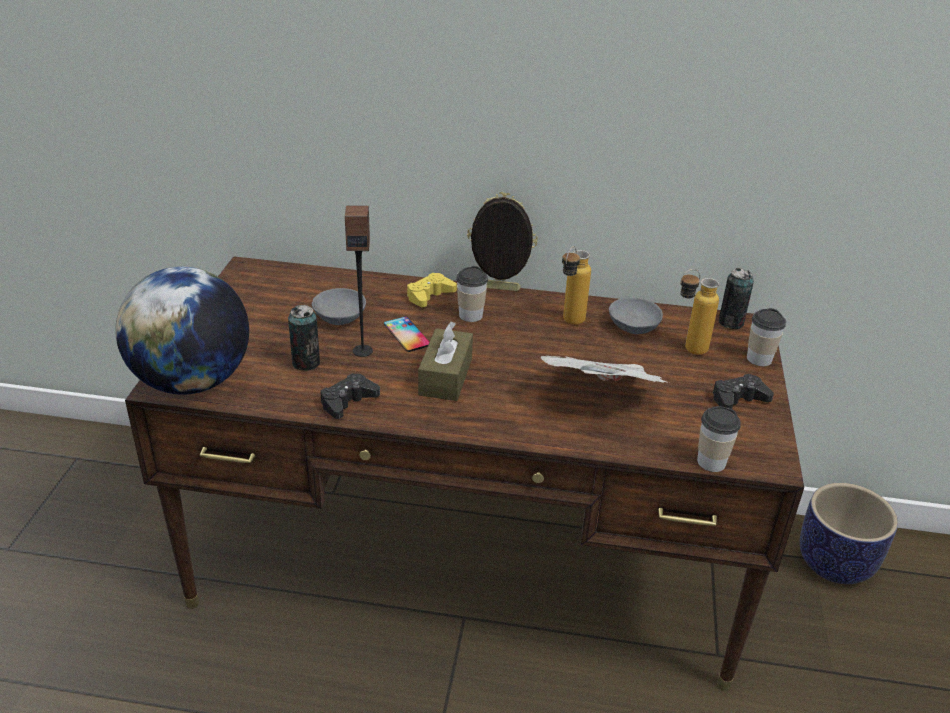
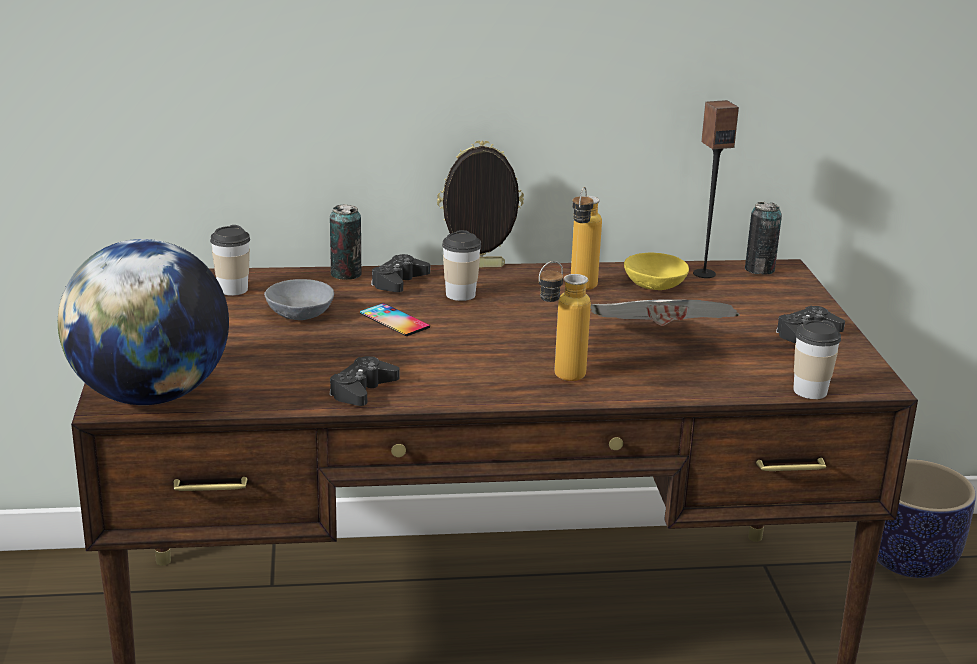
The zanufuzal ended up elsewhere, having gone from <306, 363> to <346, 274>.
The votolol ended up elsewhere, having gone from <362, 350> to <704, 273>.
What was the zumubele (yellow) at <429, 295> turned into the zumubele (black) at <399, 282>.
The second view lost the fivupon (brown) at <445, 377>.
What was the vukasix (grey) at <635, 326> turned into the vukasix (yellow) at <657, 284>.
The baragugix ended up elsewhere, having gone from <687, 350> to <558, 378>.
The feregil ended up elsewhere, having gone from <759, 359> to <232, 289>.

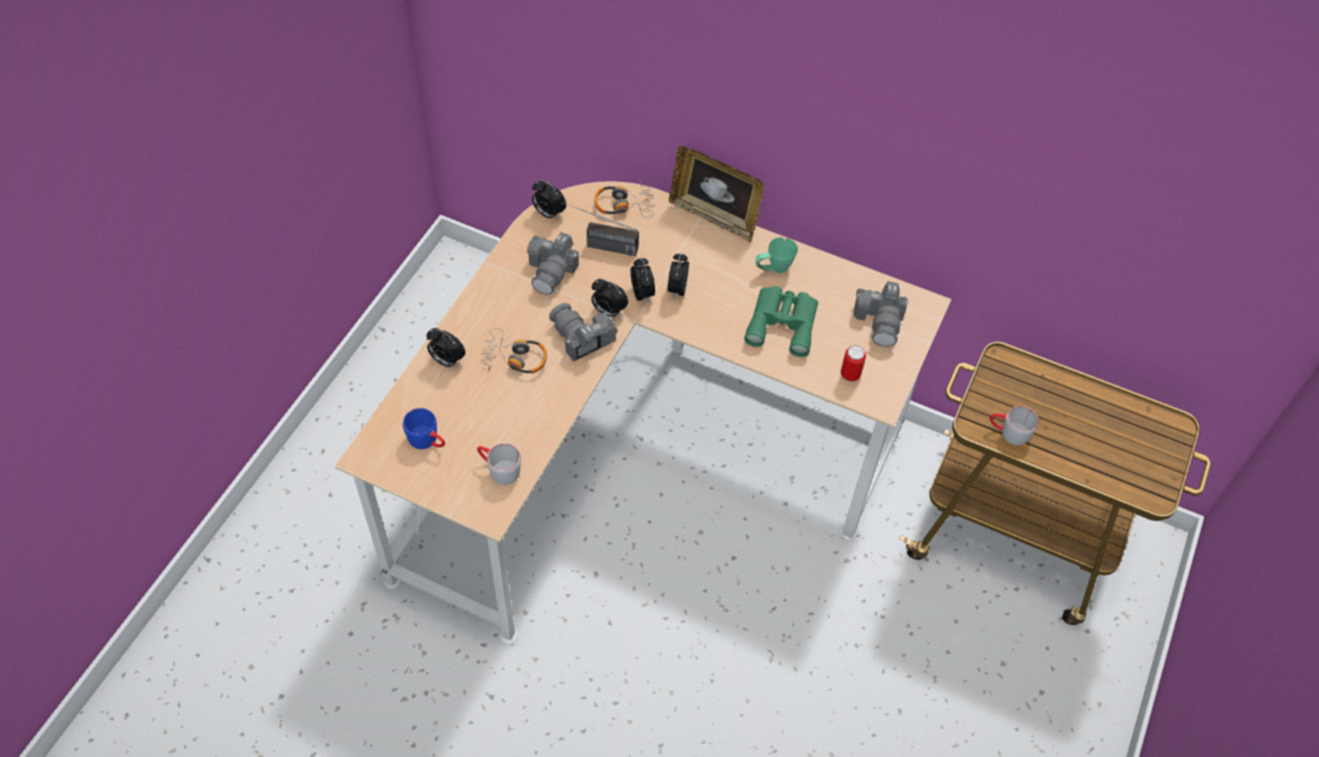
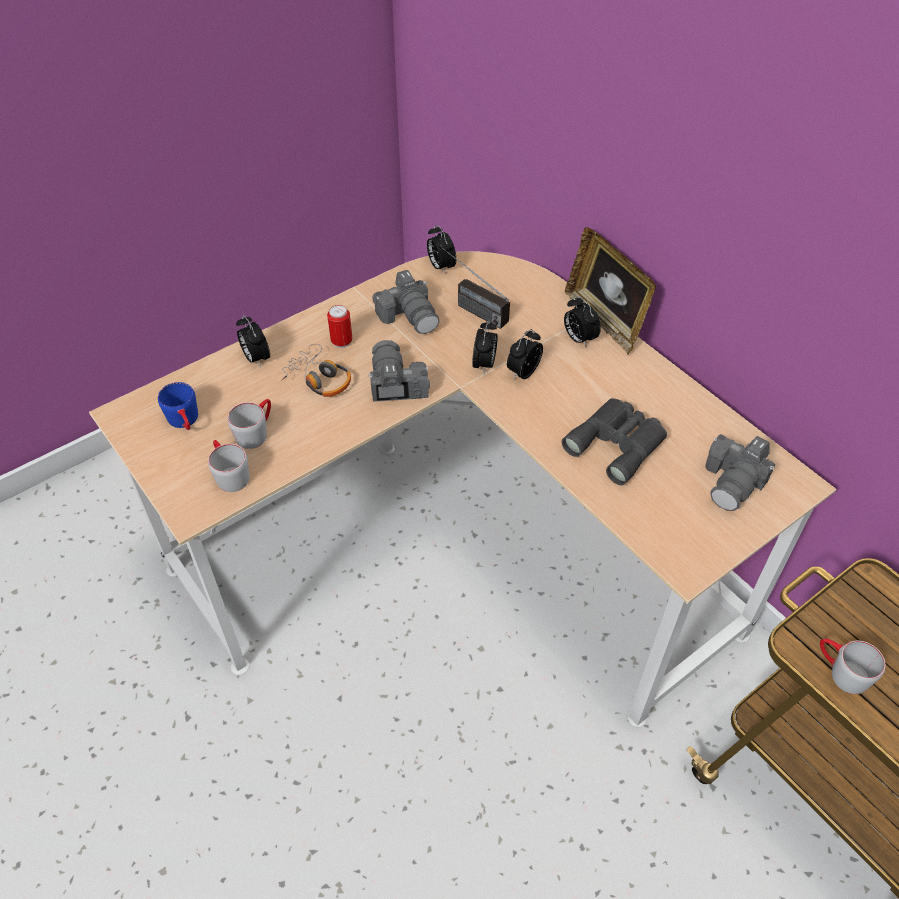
The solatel at <552, 271> ended up facing another way, 75 degrees counterclockwise from before.
The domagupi ended up elsewhere, having gone from <608, 311> to <578, 339>.
The second view lost the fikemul at <624, 205>.
What was the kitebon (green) at <783, 323> turned into the kitebon (grey) at <618, 443>.
The second view lost the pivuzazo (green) at <773, 269>.
The zanufuzal ended up elsewhere, having gone from <850, 375> to <341, 342>.
The second view gained the pivuzazo (grey) at <256, 432>.

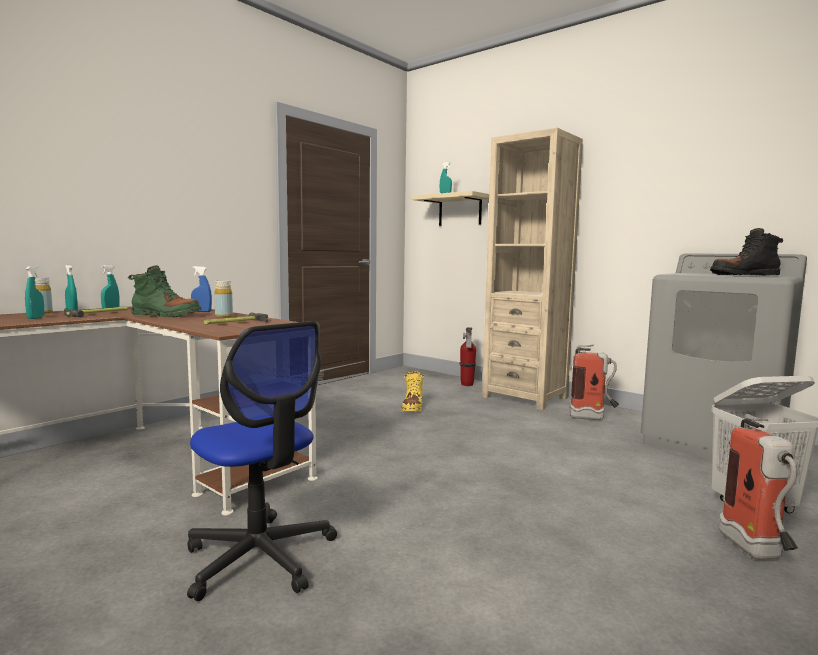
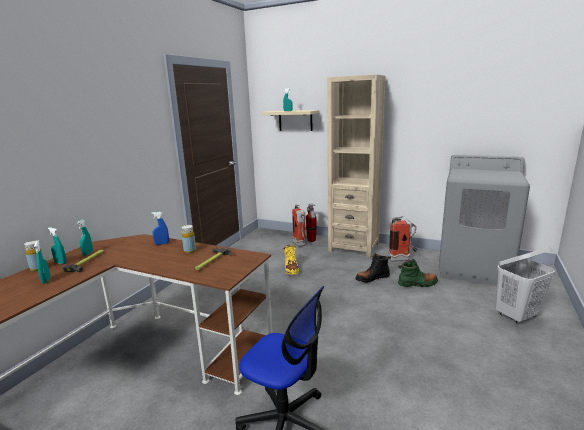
The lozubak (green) ended up elsewhere, having gone from <165, 315> to <417, 283>.
The lozubak (black) ended up elsewhere, having gone from <744, 276> to <372, 278>.
The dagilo ended up elsewhere, having gone from <757, 553> to <300, 245>.

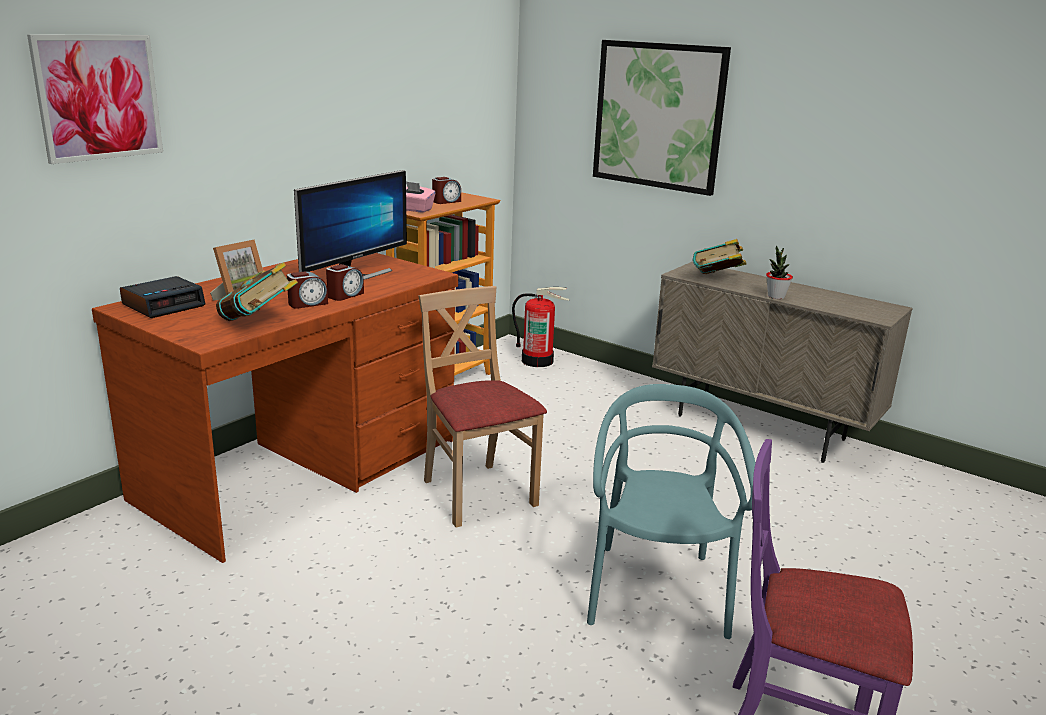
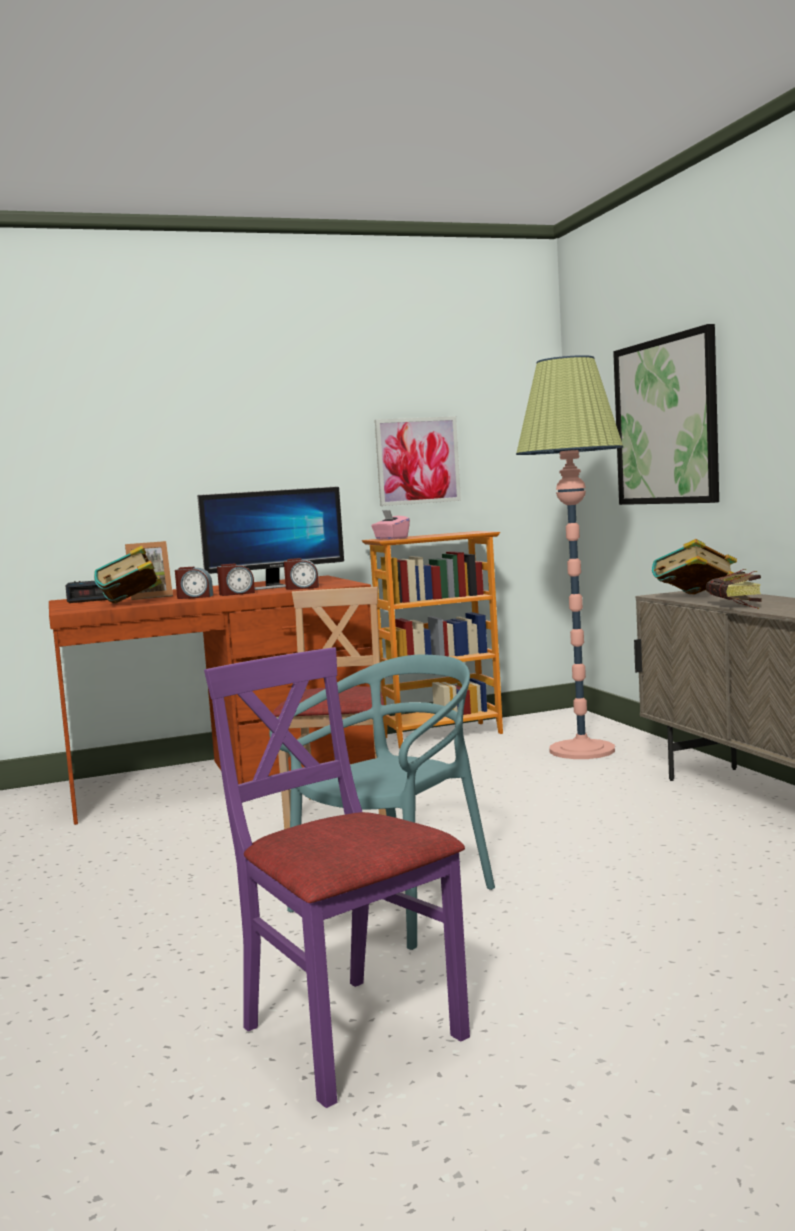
The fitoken ended up elsewhere, having gone from <98, 97> to <417, 461>.
The domagupi ended up elsewhere, having gone from <446, 201> to <302, 588>.
The second view lost the dagilo at <537, 361>.
Where the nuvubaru stood at <776, 296>, the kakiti came to stand at <736, 606>.
The second view gained the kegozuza at <582, 750>.

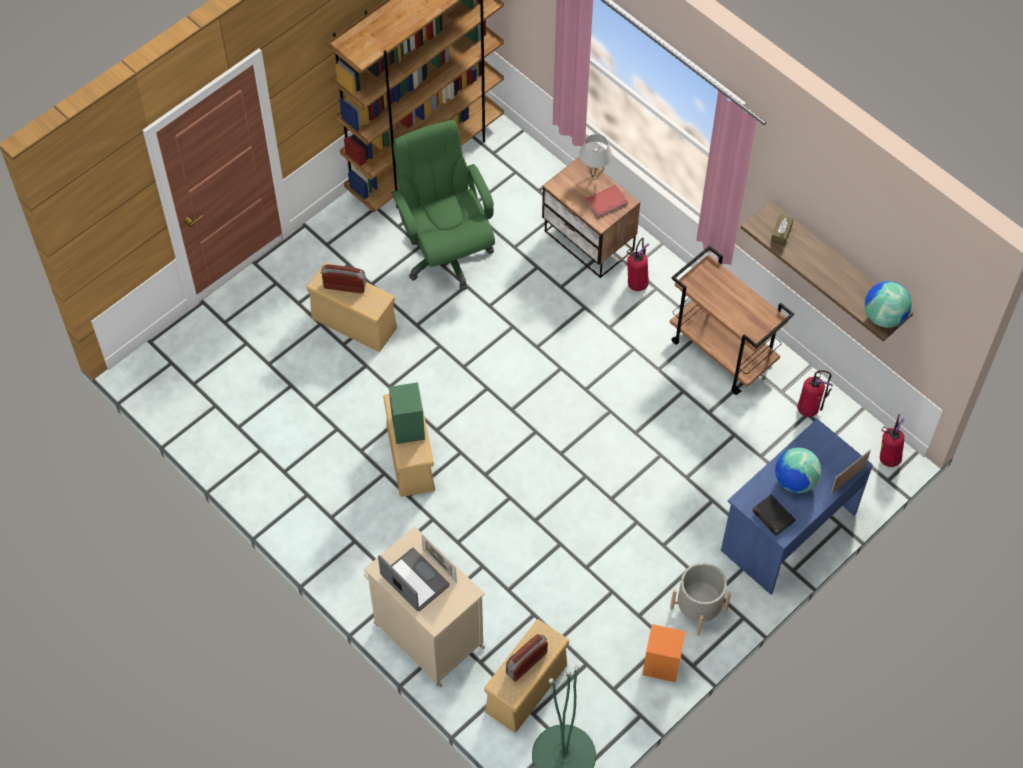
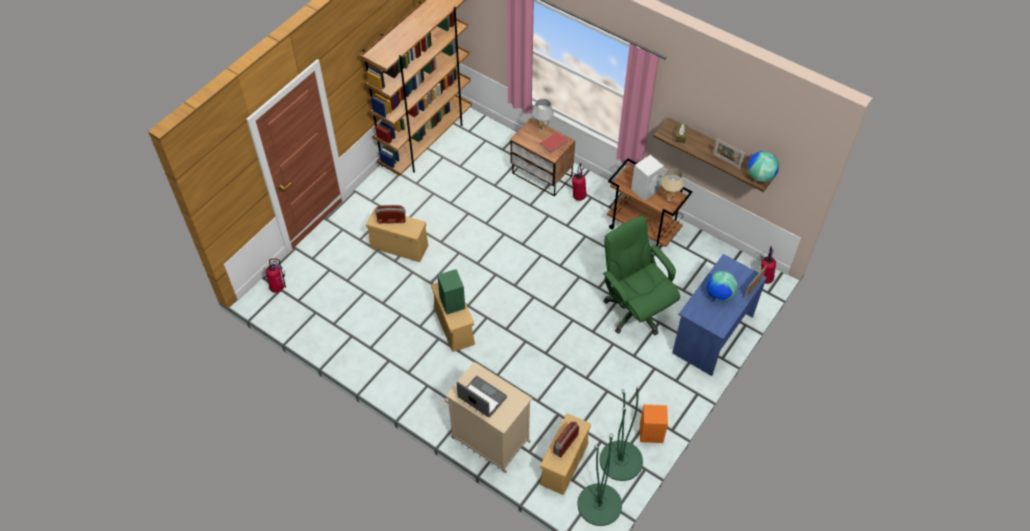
The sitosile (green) ended up elsewhere, having gone from <446, 253> to <635, 310>.
The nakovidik ended up elsewhere, having gone from <439, 566> to <726, 161>.
The second view lost the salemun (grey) at <698, 609>.
The second view lost the kakiti (black) at <772, 516>.
The dagilo ended up elsewhere, having gone from <809, 409> to <278, 287>.
The second view gained the kegozuza (green) at <621, 460>.
The second view gained the votolol (white) at <645, 189>.
The second view gained the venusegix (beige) at <669, 199>.

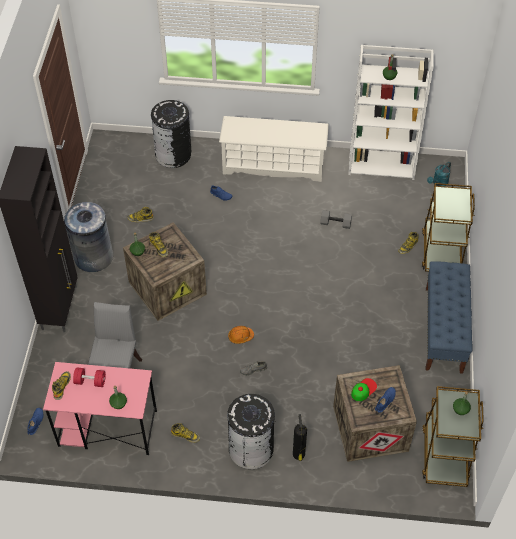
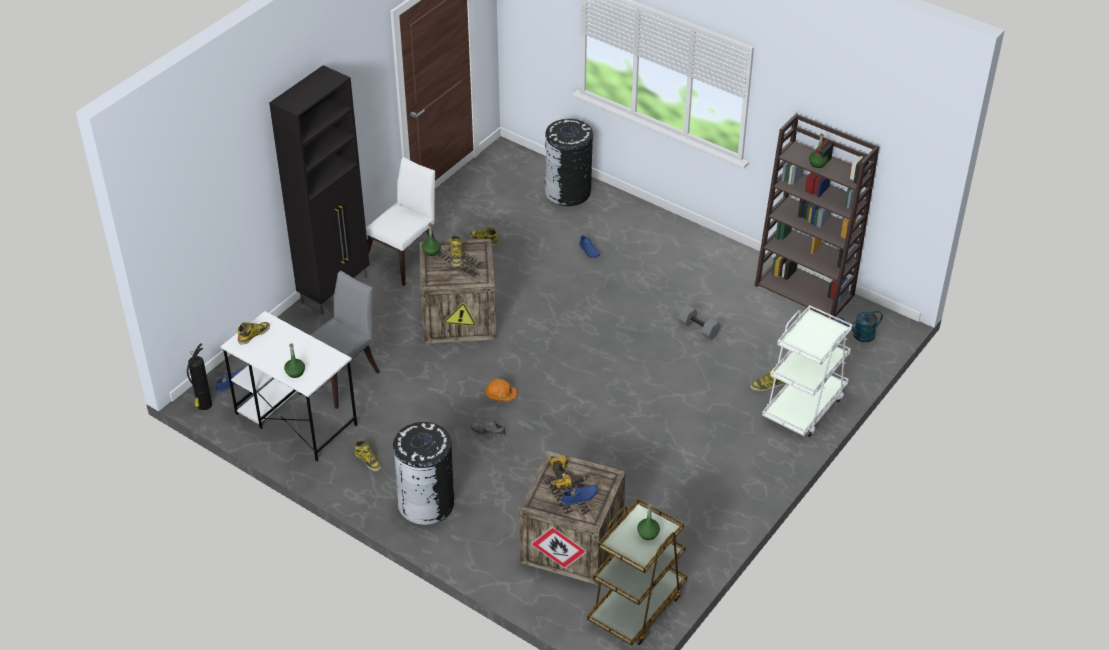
What was the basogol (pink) at <107, 428> turned into the basogol (white) at <295, 419>.
Where the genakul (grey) stood at <93, 257>, the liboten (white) came to stand at <405, 257>.
The second view lost the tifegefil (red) at <90, 381>.
The second view lost the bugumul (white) at <273, 165>.
The dagilo ended up elsewhere, having gone from <299, 455> to <204, 406>.
What was the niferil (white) at <382, 164> turned into the niferil (brown) at <805, 290>.
Where the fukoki stood at <363, 389>, the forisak came to stand at <565, 476>.
What was the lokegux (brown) at <441, 251> turned into the lokegux (white) at <804, 406>.
The second view lost the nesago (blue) at <443, 330>.

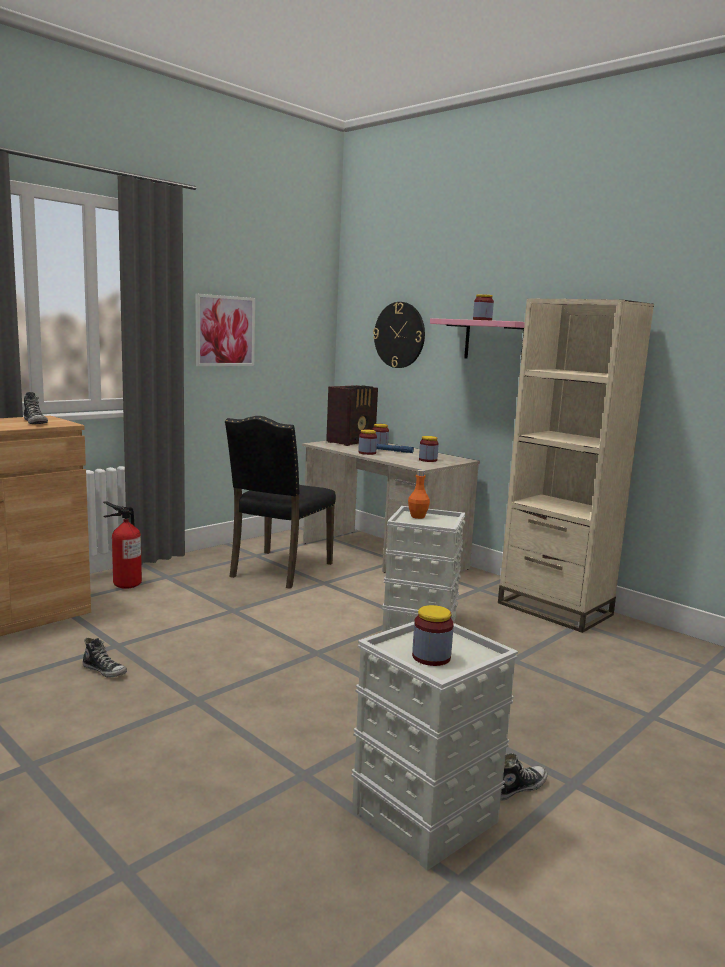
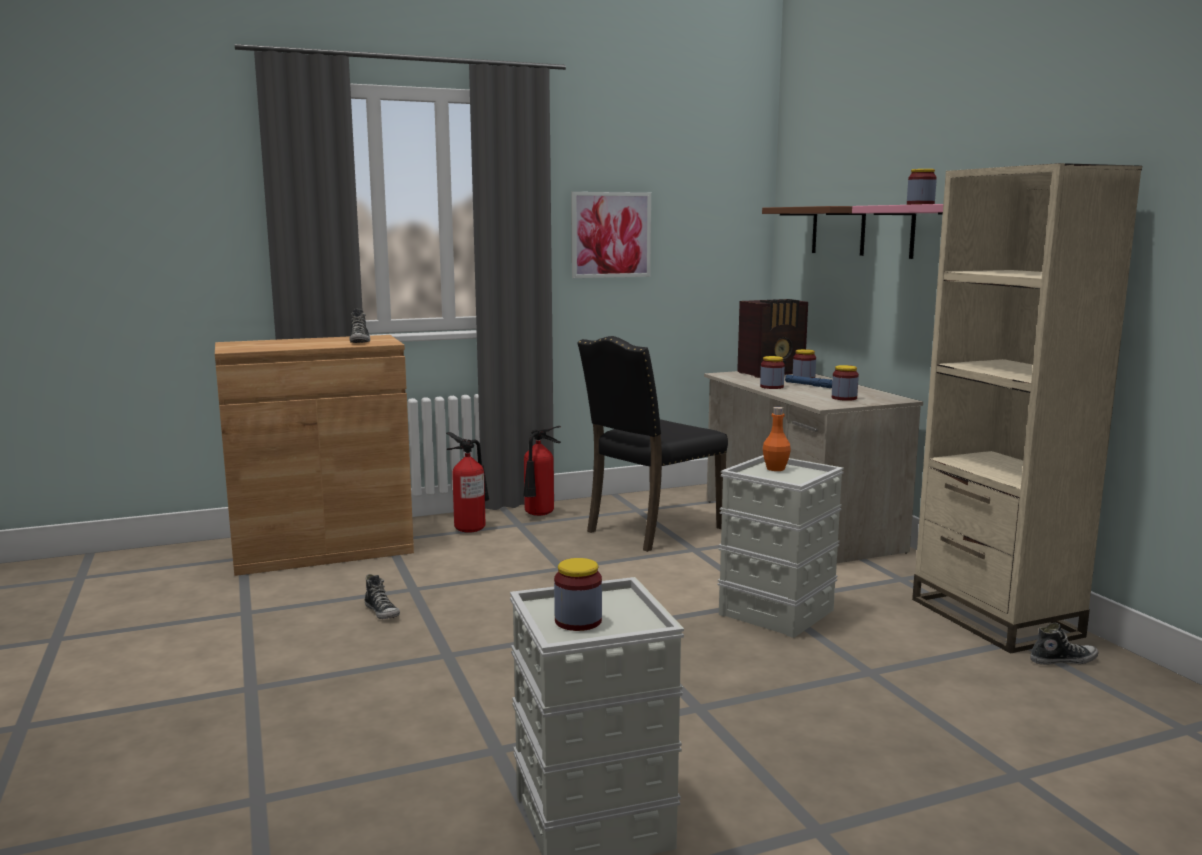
Where the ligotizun hung at <399, 335>, the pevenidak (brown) came to hang at <838, 230>.
The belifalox ended up elsewhere, having gone from <517, 788> to <1063, 660>.
The second view gained the dagilo at <538, 515>.

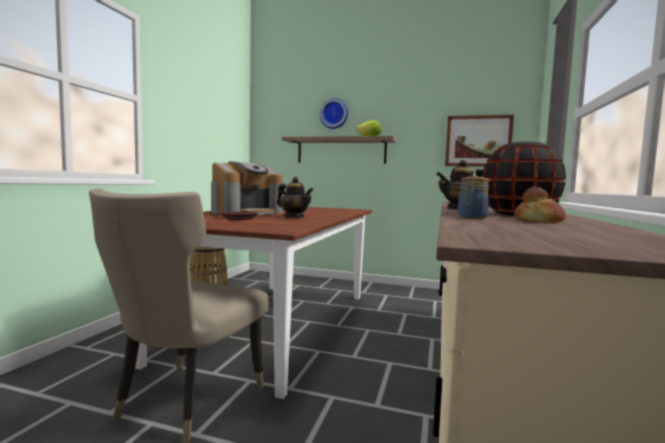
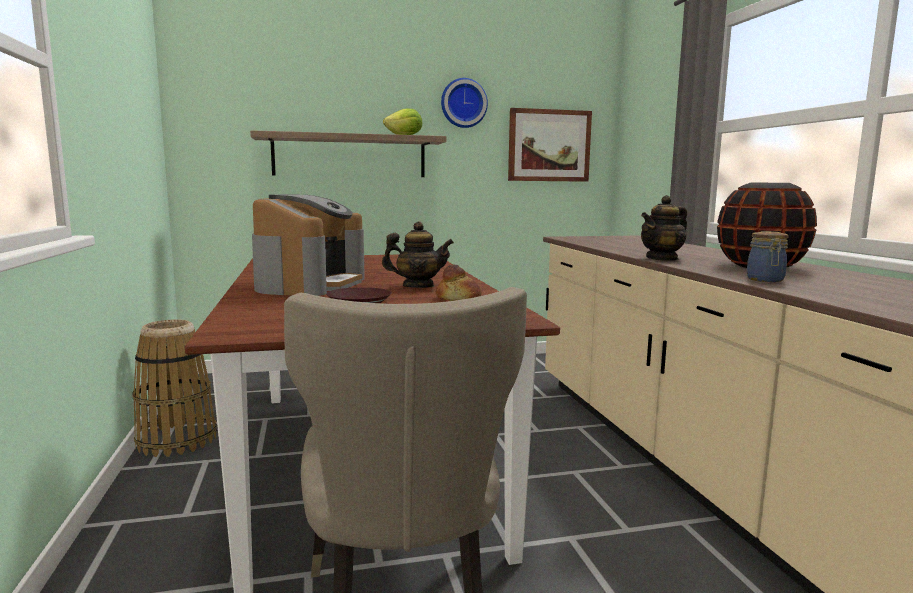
The ligotizun ended up elsewhere, having gone from <334, 114> to <463, 103>.
The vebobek ended up elsewhere, having gone from <539, 221> to <459, 299>.

